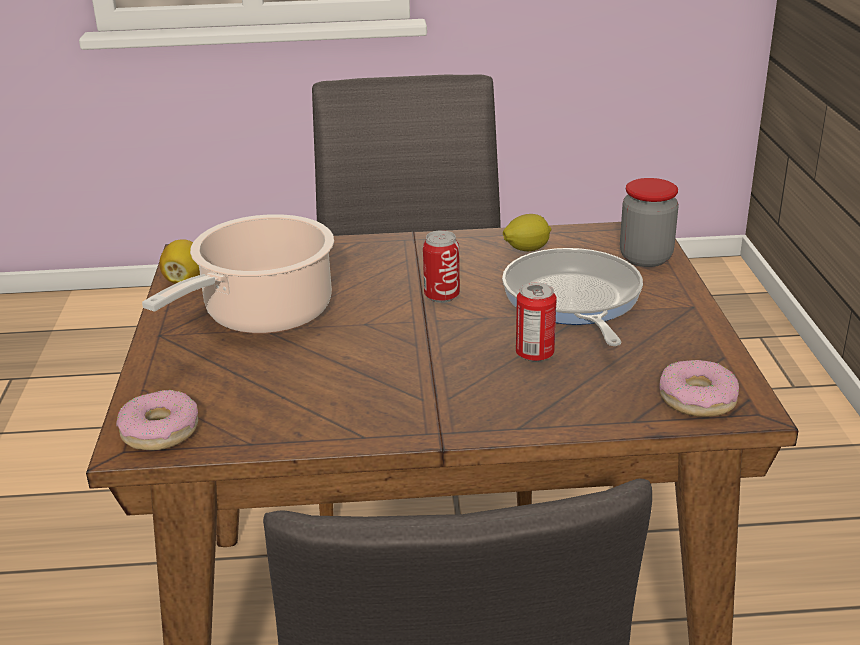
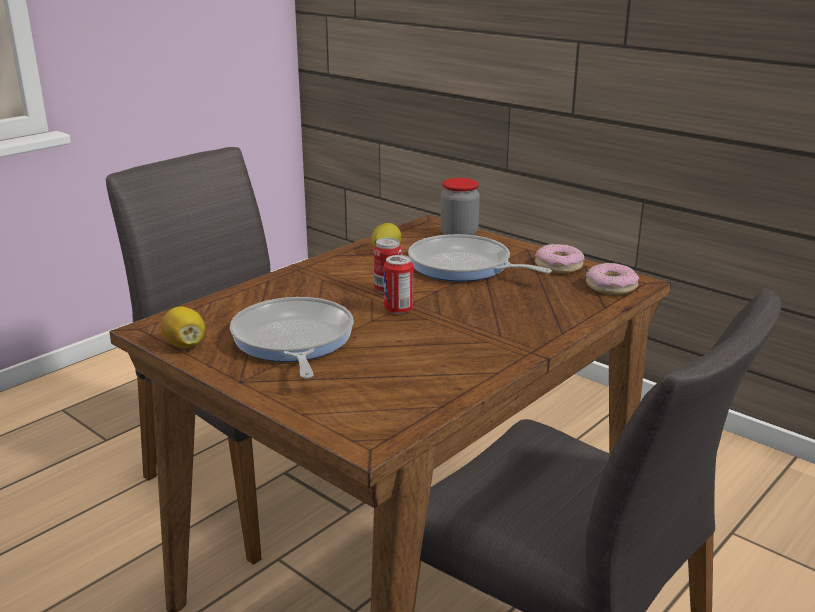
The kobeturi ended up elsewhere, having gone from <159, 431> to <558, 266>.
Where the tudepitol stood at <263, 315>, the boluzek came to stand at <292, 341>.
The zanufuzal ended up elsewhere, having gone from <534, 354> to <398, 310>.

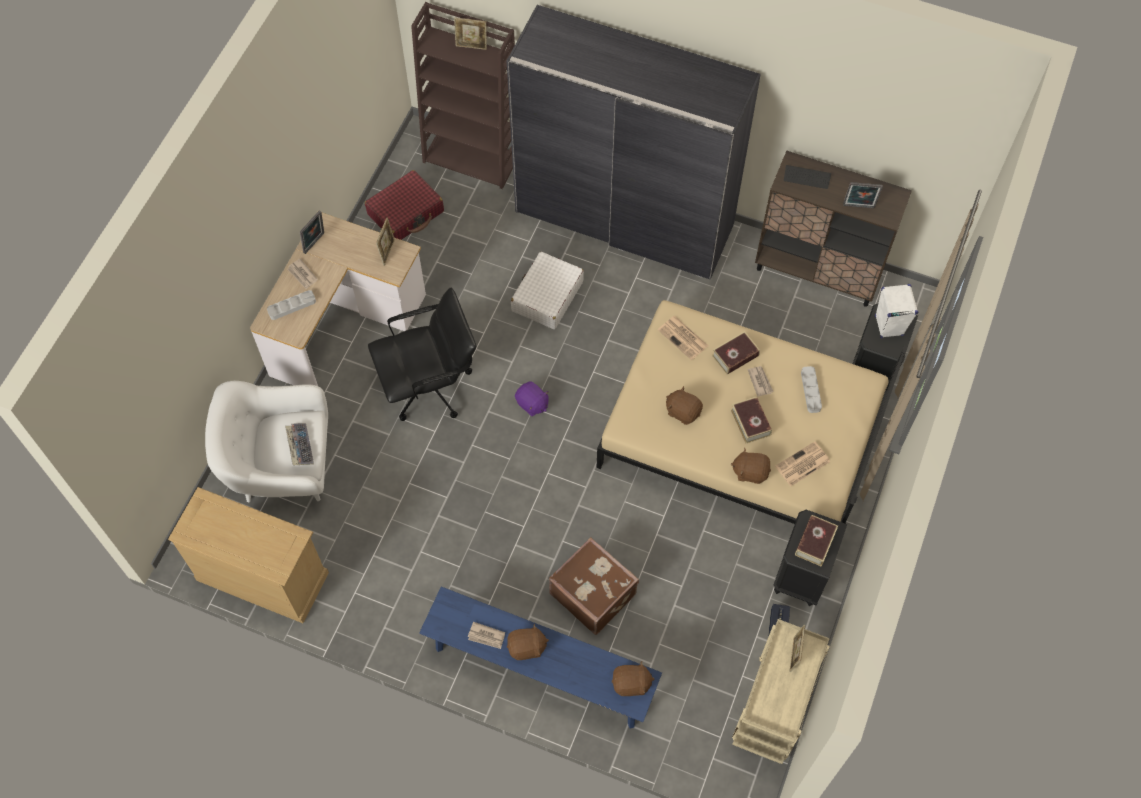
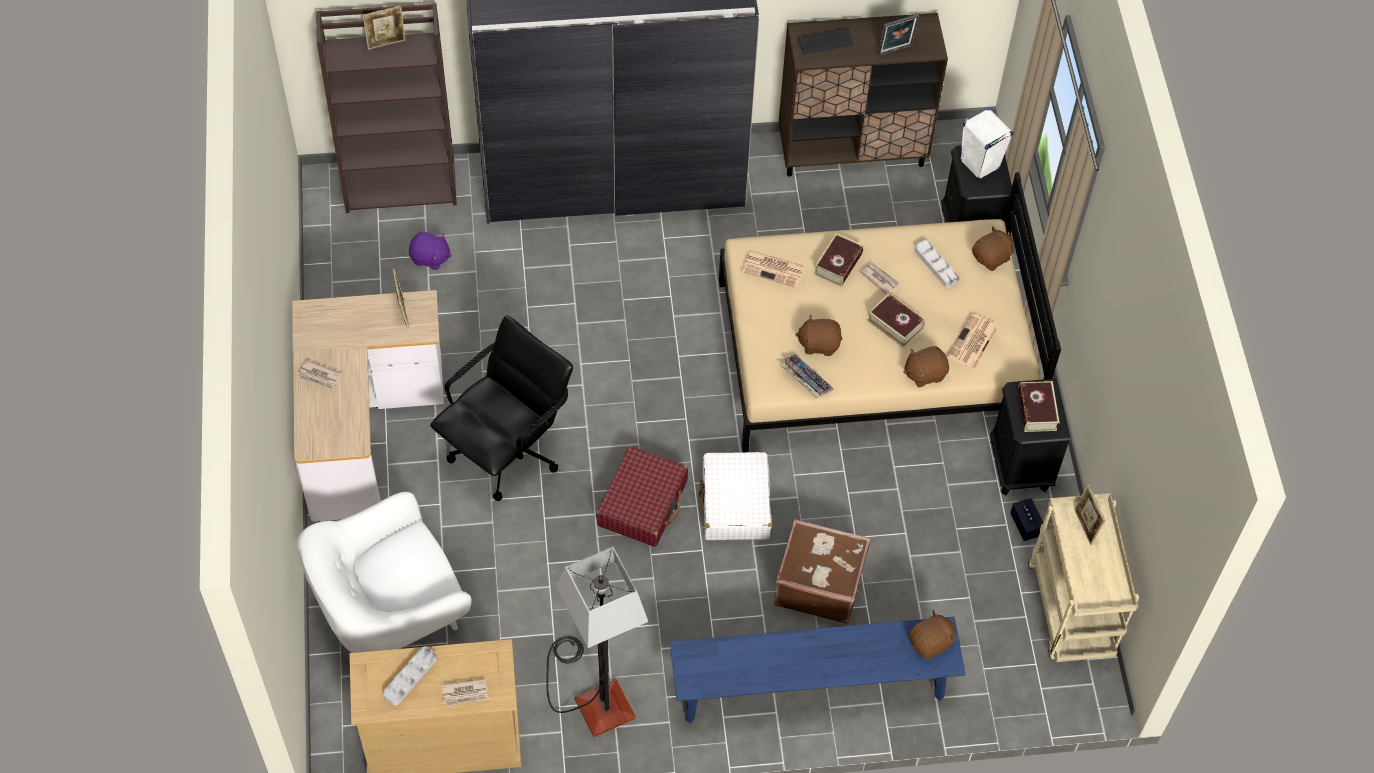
The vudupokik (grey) ended up elsewhere, having gone from <292, 306> to <410, 677>.
The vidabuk ended up elsewhere, having gone from <300, 446> to <804, 379>.
The second view lost the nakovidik at <315, 243>.
The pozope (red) ended up elsewhere, having gone from <406, 213> to <643, 503>.
The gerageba ended up elsewhere, having gone from <486, 636> to <465, 693>.
The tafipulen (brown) ended up elsewhere, having gone from <527, 647> to <992, 258>.
The pozope (white) ended up elsewhere, having gone from <547, 296> to <735, 504>.
The tafipulen (purple) ended up elsewhere, having gone from <532, 404> to <430, 258>.
The second view gained the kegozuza at <593, 697>.

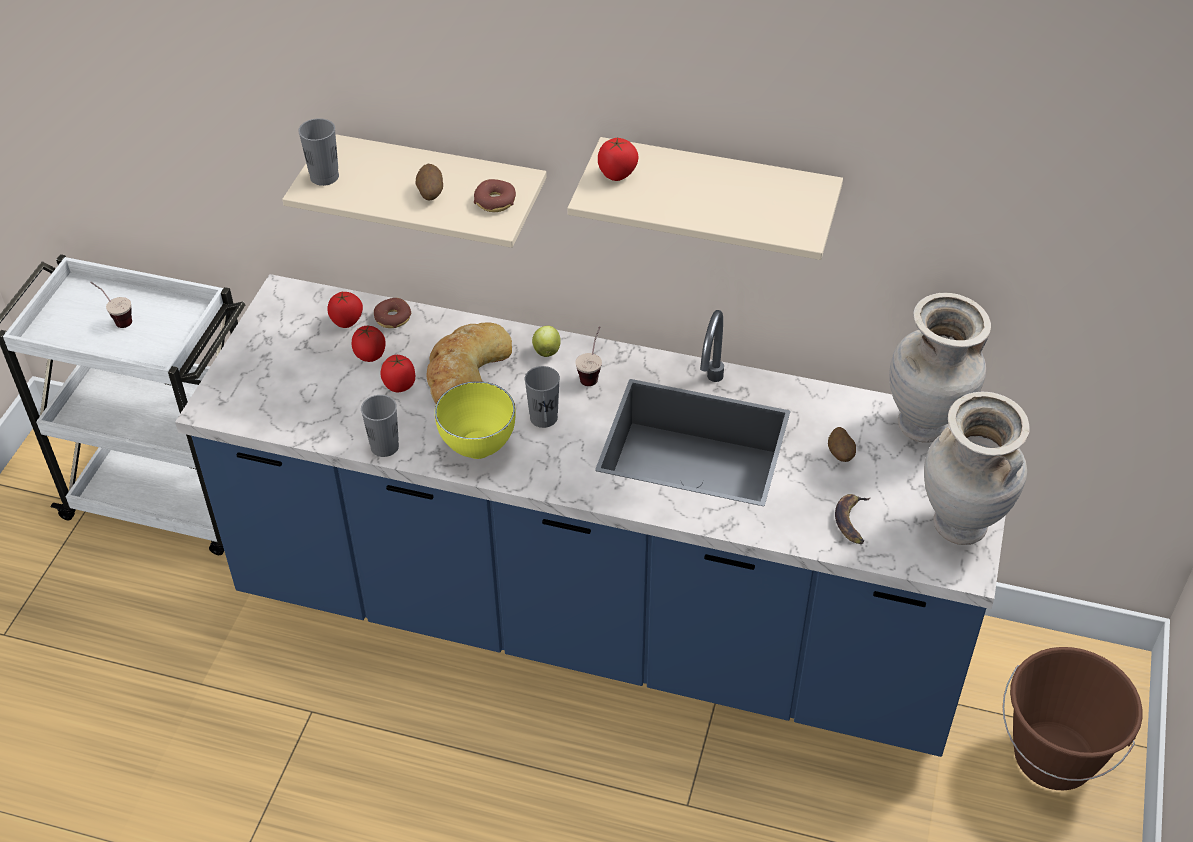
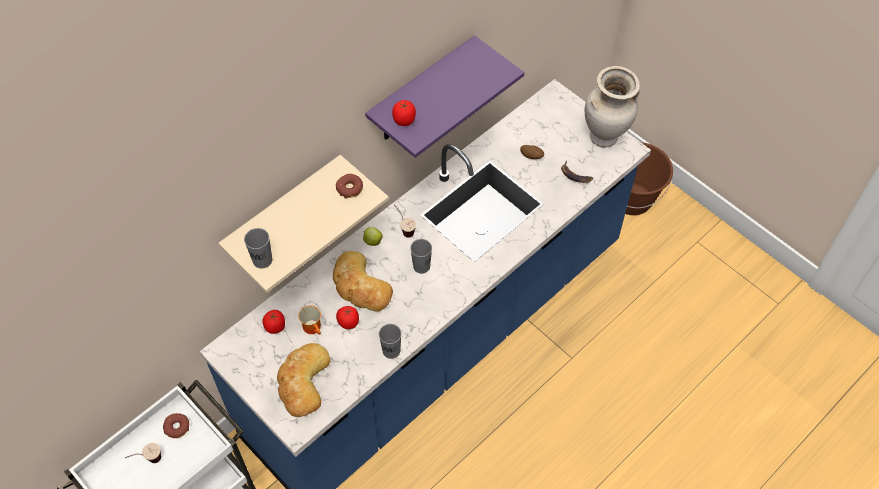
Where the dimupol stood at <370, 356>, the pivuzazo came to stand at <314, 327>.
The kobeturi ended up elsewhere, having gone from <393, 318> to <177, 427>.
The second view lost the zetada at <430, 193>.
The second view lost the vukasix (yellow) at <476, 449>.
What was the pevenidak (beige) at <717, 195> turned into the pevenidak (purple) at <421, 92>.
The second view lost the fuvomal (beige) at <924, 427>.
The second view gained the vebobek at <302, 382>.

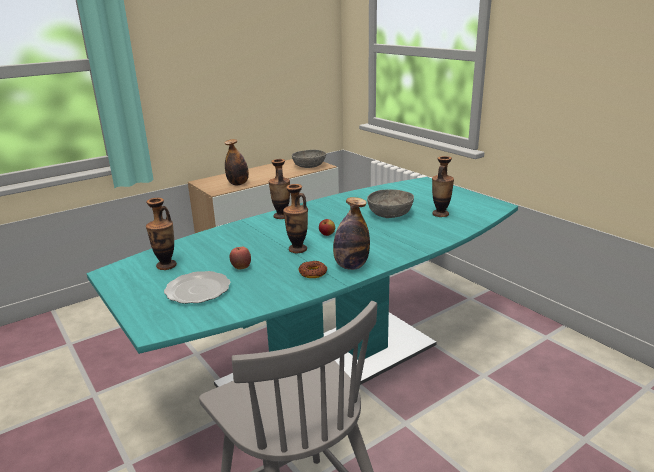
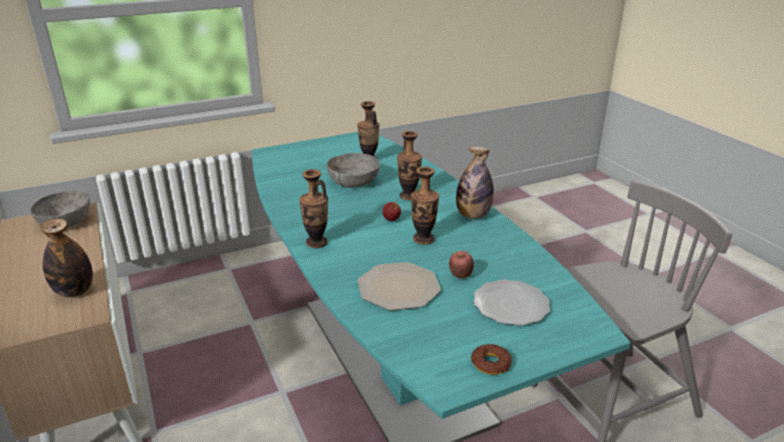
The fuvomal ended up elsewhere, having gone from <166, 266> to <409, 196>.
The kobeturi ended up elsewhere, having gone from <313, 273> to <491, 363>.
The second view gained the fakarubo at <398, 287>.

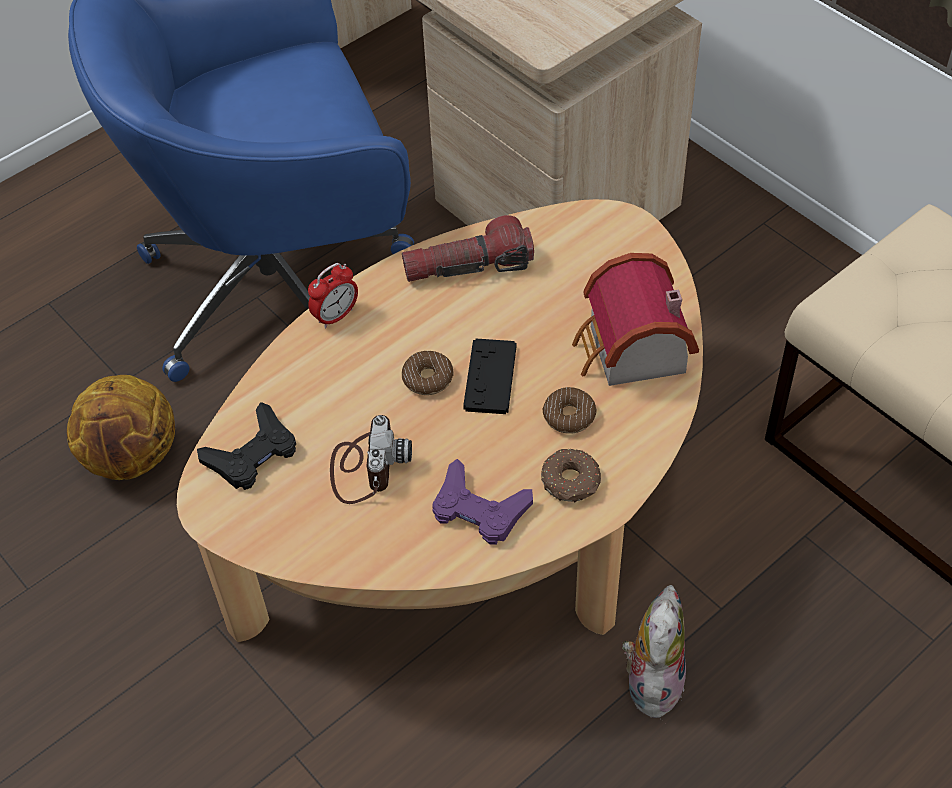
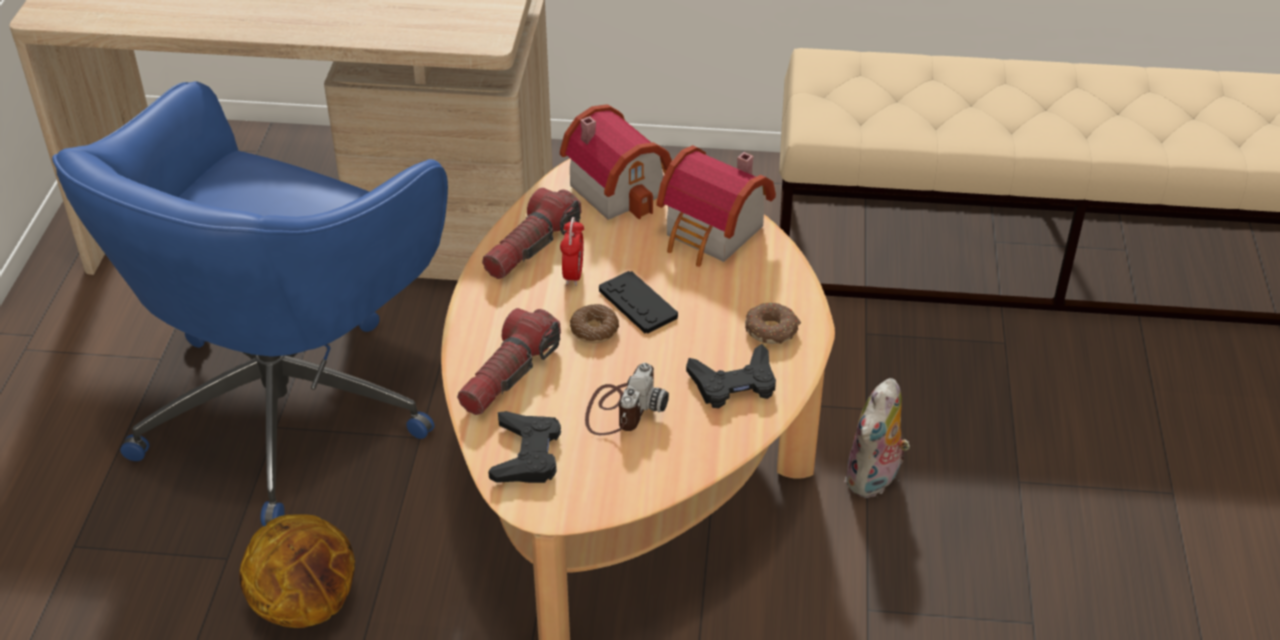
The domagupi ended up elsewhere, having gone from <336, 316> to <573, 274>.
The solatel at <366, 466> ended up facing another way, 60 degrees clockwise from before.
What was the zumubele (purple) at <479, 509> turned into the zumubele (black) at <734, 384>.
The second view lost the kobeturi at <569, 416>.
The tafipulen at <651, 680> ended up facing another way, 120 degrees counterclockwise from before.
The second view gained the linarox at <509, 374>.
The second view gained the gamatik at <620, 187>.

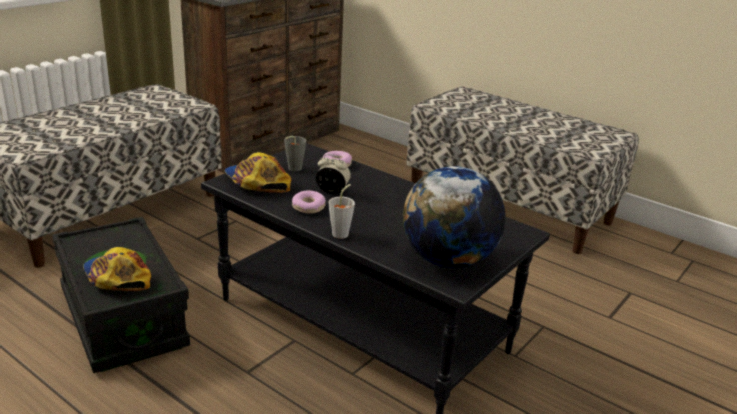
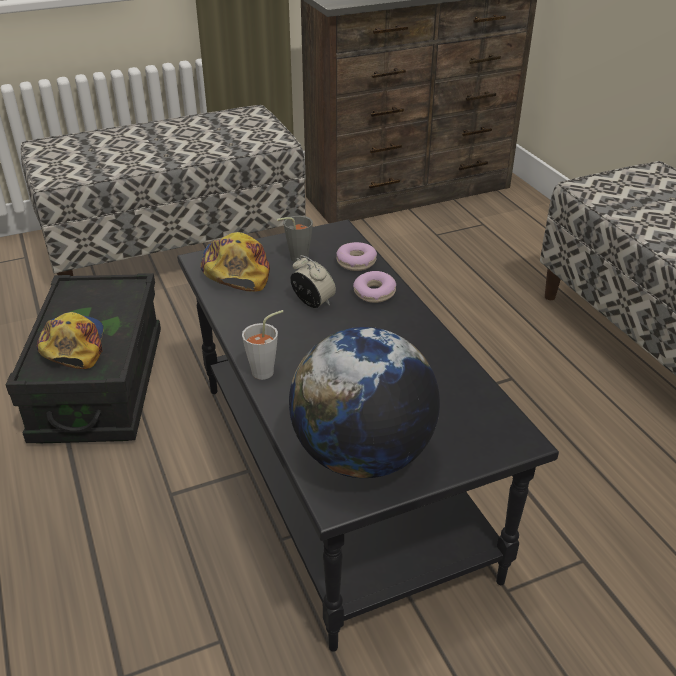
The kobeturi ended up elsewhere, having gone from <308, 207> to <374, 293>.

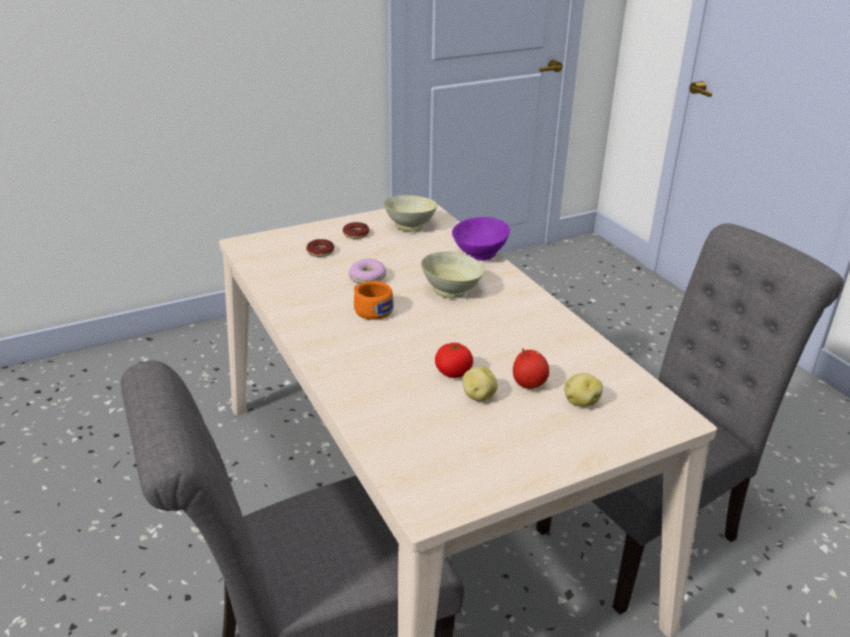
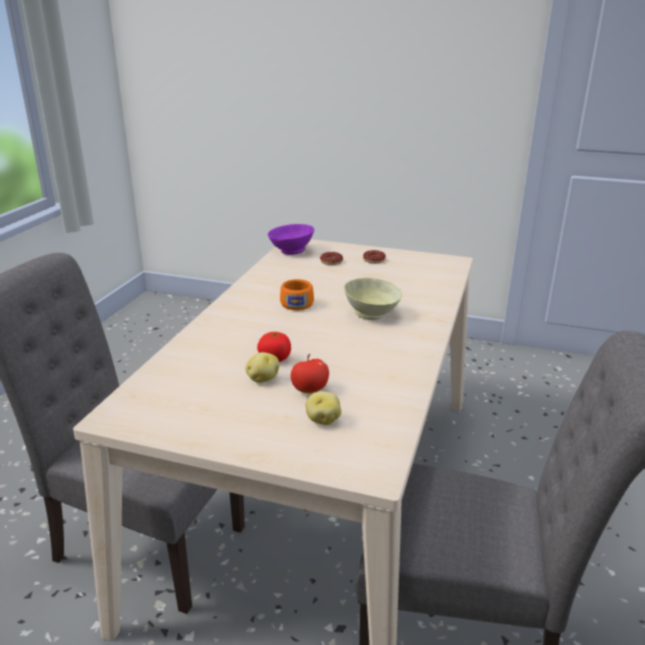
The second view lost the kobeturi at <368, 278>.
The second view lost the vukasix (beige) at <411, 226>.
The vukasix (purple) ended up elsewhere, having gone from <478, 254> to <291, 251>.

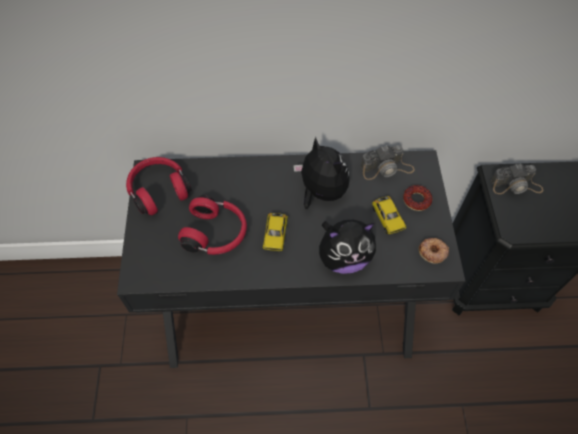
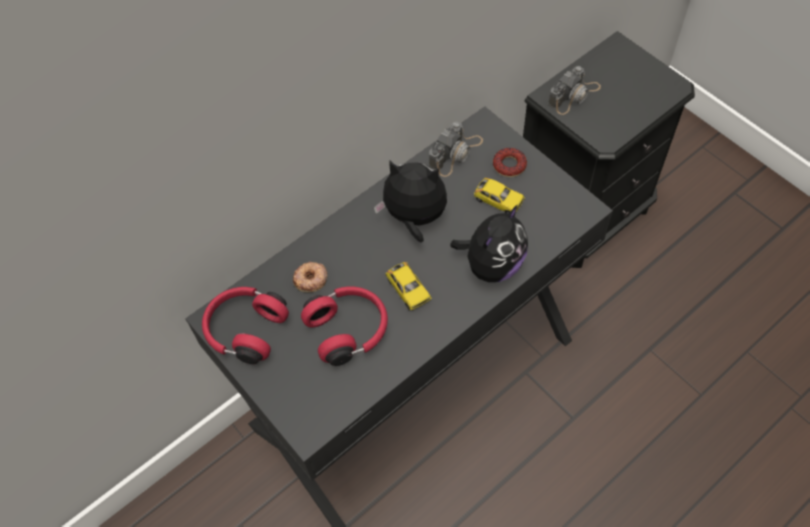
The kobeturi ended up elsewhere, having gone from <433, 252> to <311, 279>.

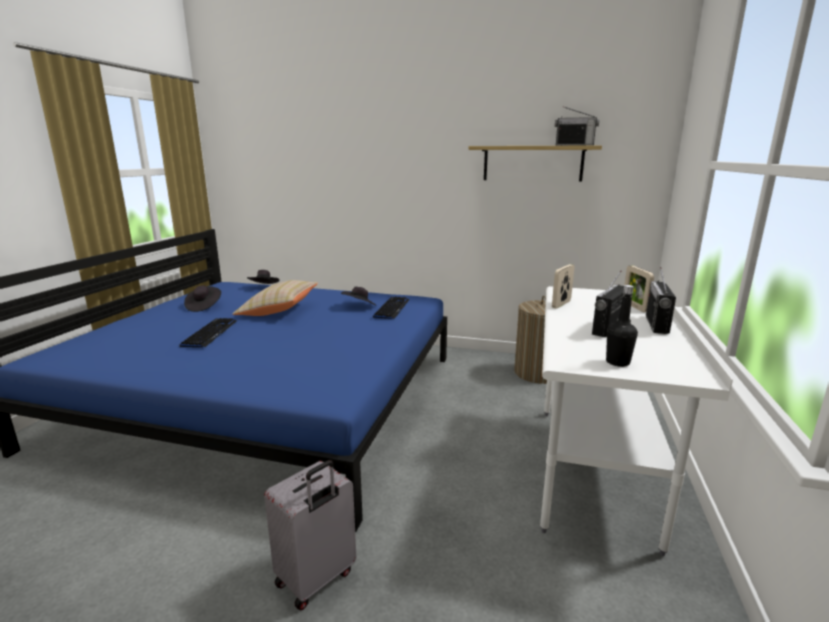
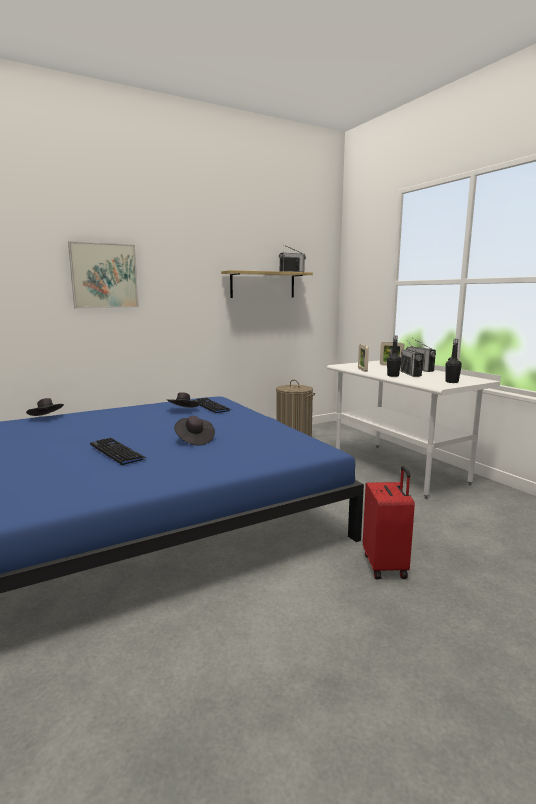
The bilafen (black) ended up elsewhere, having gone from <204, 306> to <194, 440>.
The second view lost the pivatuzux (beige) at <278, 311>.
What was the pozope (grey) at <316, 579> turned into the pozope (red) at <386, 565>.
The second view gained the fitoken at <104, 276>.
The second view gained the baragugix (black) at <393, 376>.

